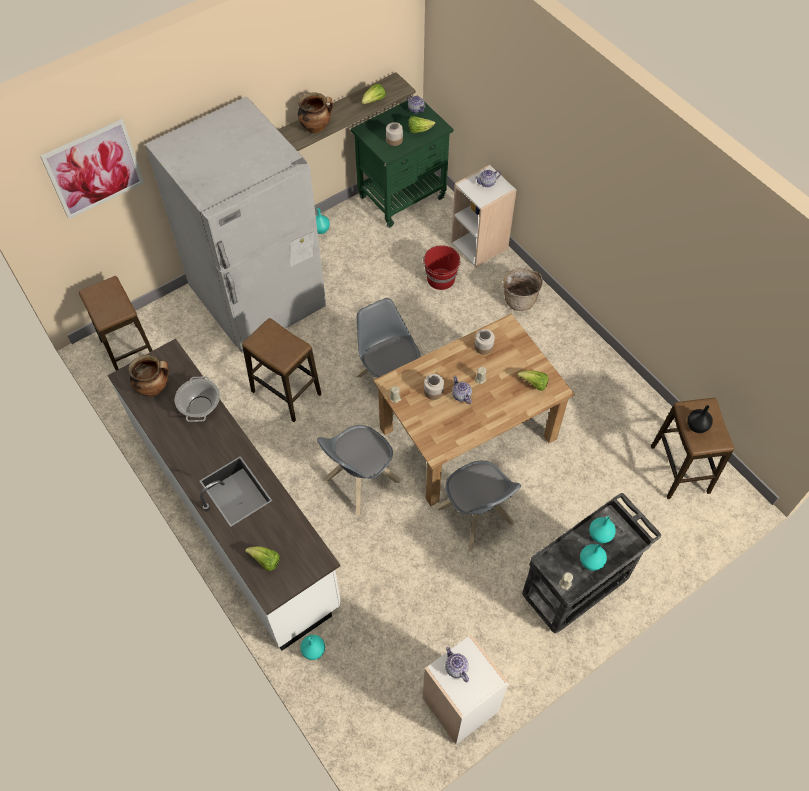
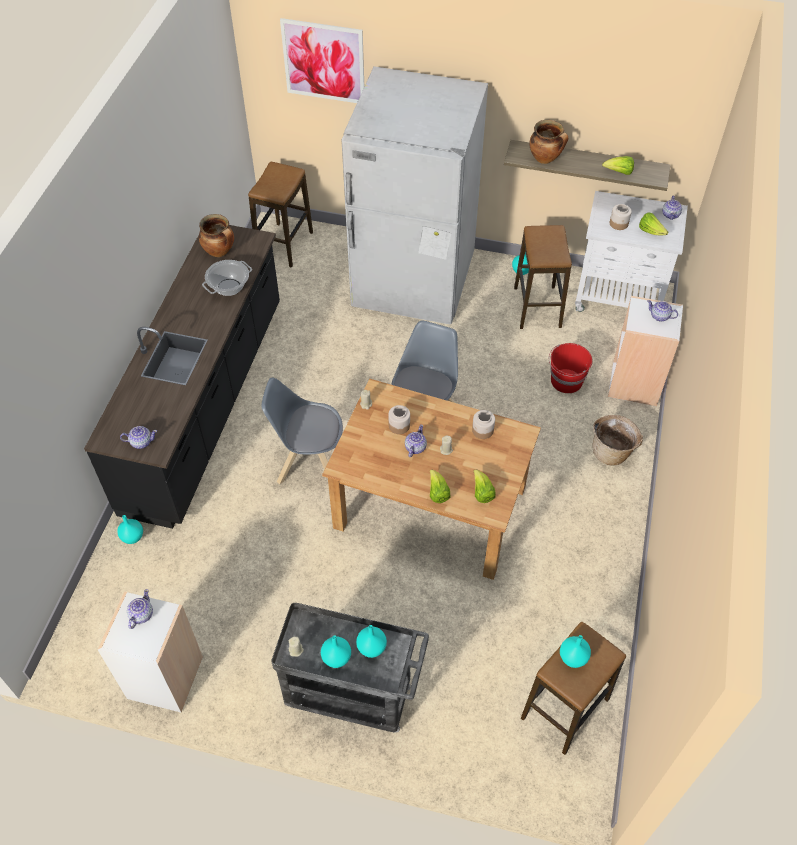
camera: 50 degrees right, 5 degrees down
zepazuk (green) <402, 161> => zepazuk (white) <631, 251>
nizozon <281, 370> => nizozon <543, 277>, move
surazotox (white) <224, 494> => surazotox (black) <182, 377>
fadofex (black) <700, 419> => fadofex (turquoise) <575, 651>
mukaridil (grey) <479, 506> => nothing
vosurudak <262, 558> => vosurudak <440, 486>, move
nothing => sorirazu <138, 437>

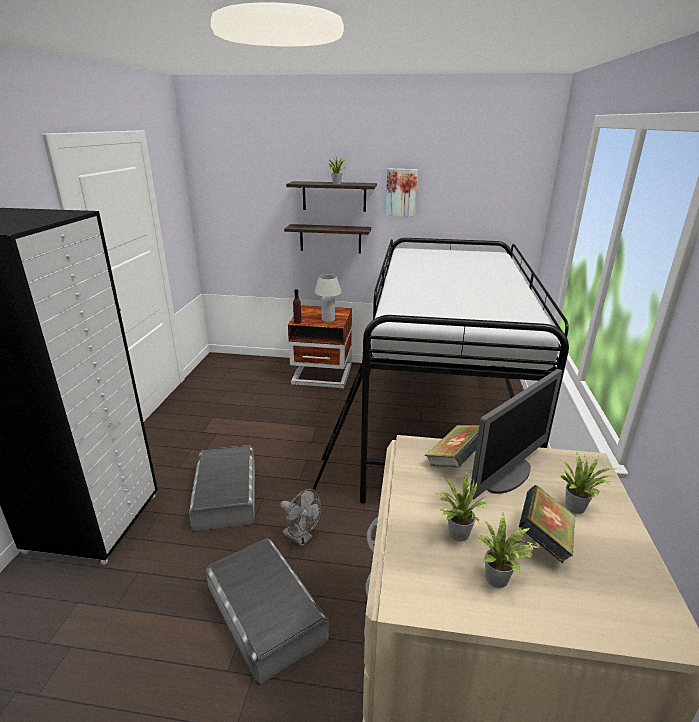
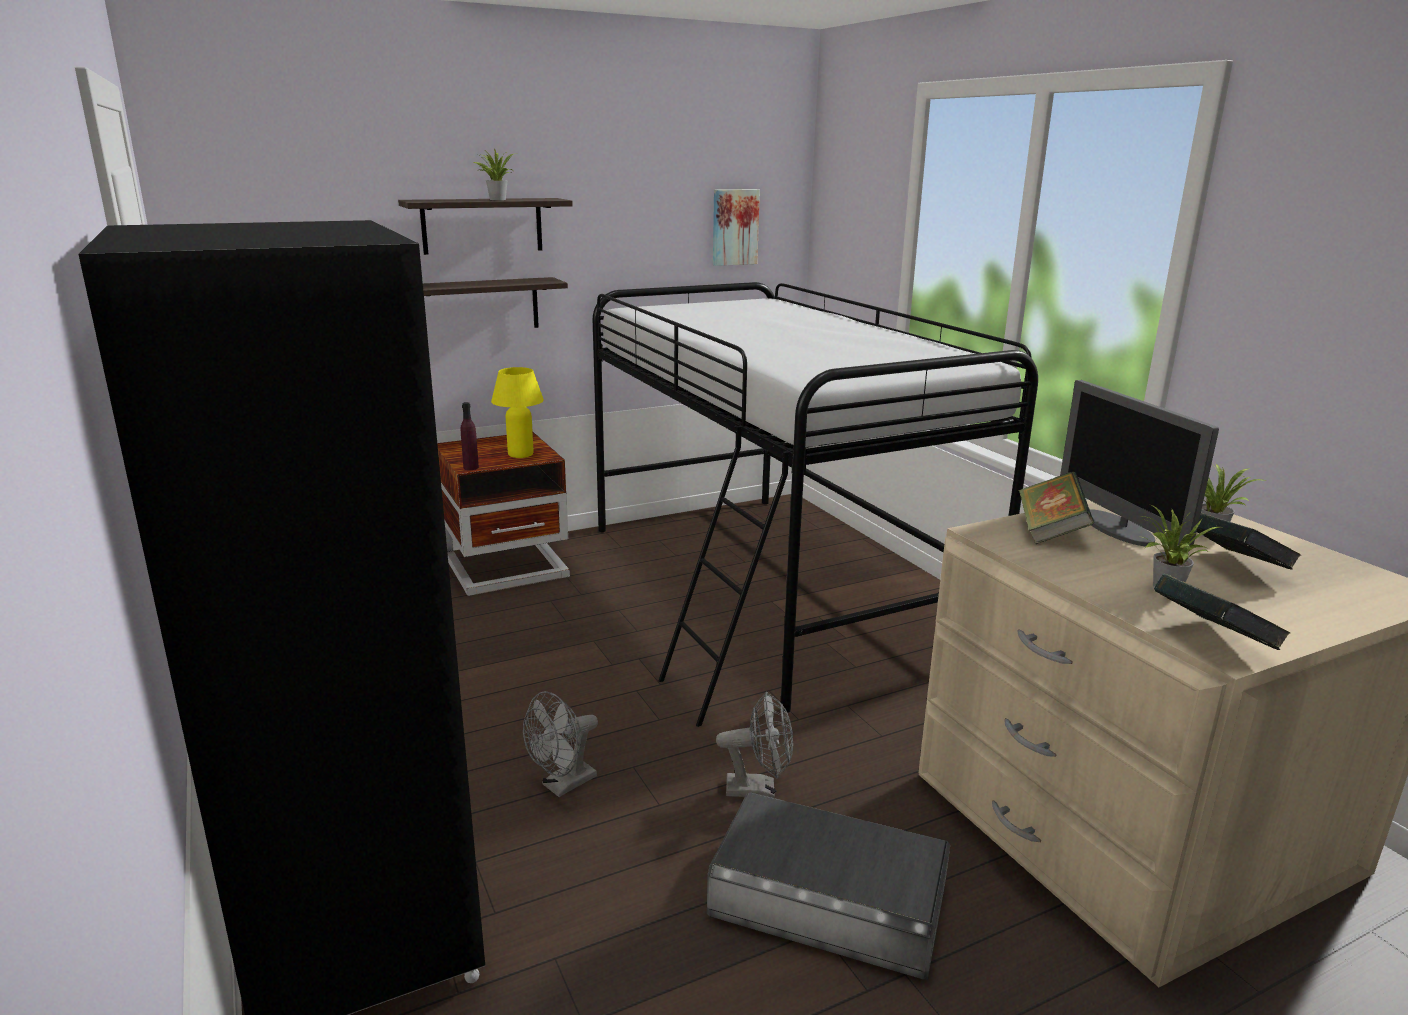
camera: 35 degrees left, 5 degrees down
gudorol <402, 192> => gudorol <736, 227>, move
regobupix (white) <328, 298> => regobupix (yellow) <517, 412>
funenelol <516, 434> => funenelol <1139, 463>, 150 degrees clockwise
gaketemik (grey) <222, 488> => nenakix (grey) <560, 744>
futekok <508, 550> => nothing
nothing => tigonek <1222, 612>

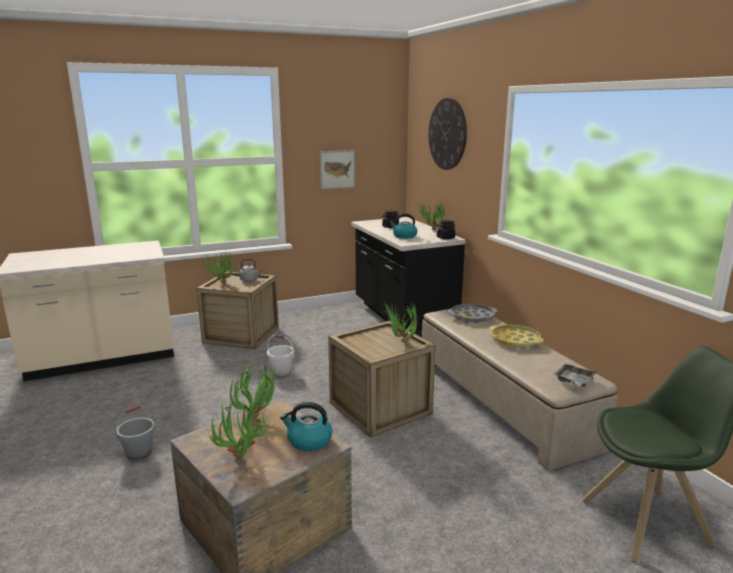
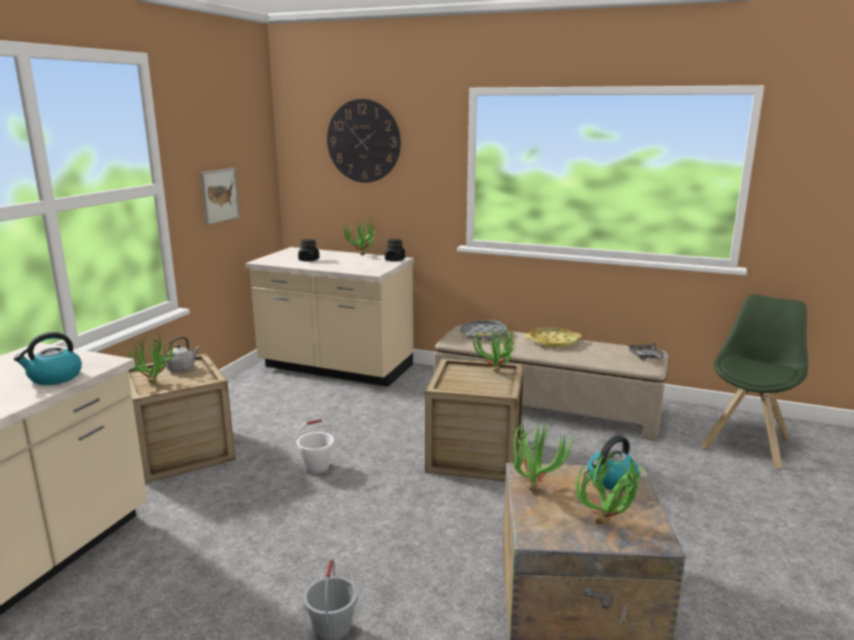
camera: 45 degrees left, 0 degrees up
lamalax <403, 226> => lamalax <48, 358>, move
surazotox (black) <408, 277> => surazotox (beige) <329, 317>

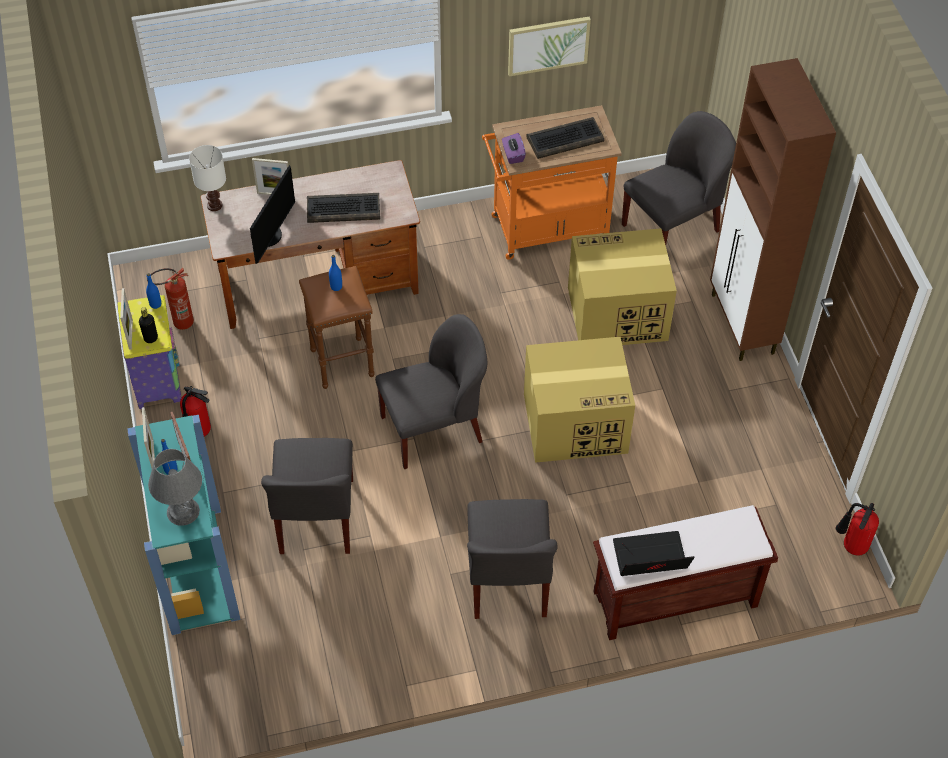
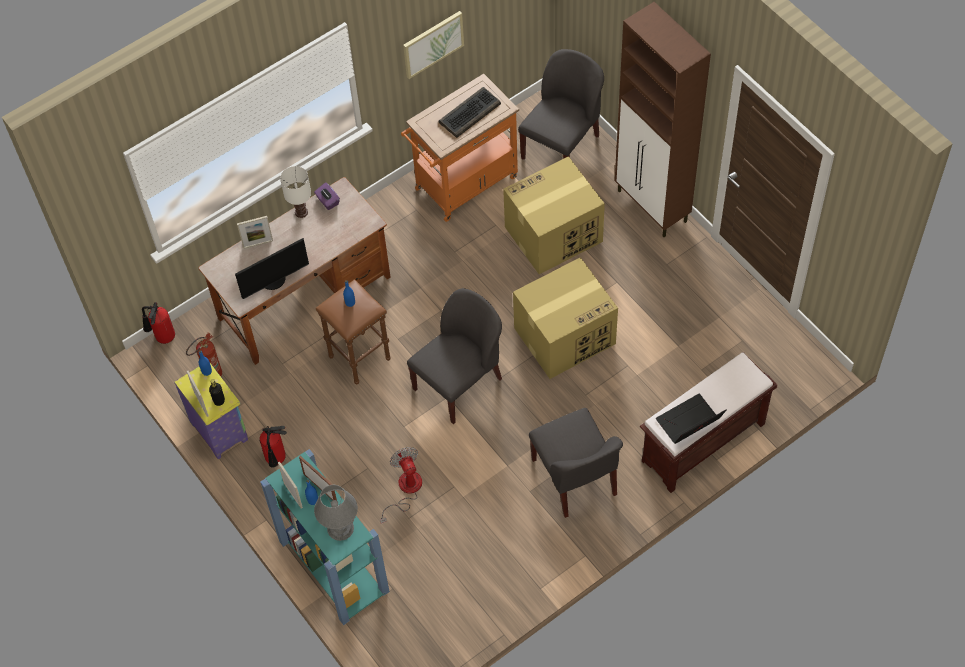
camera: 20 degrees left, 5 degrees up
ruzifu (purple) <514, 148> => ruzifu (purple) <327, 196>, move
regobupix (white) <207, 178> => regobupix (white) <295, 192>, move
funenelol <272, 214> => funenelol <272, 268>, 60 degrees clockwise
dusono <343, 208> => nothing
mukaridil (grey) <307, 496> => nenakix <401, 485>
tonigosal <857, 529> => tonigosal <158, 323>, move

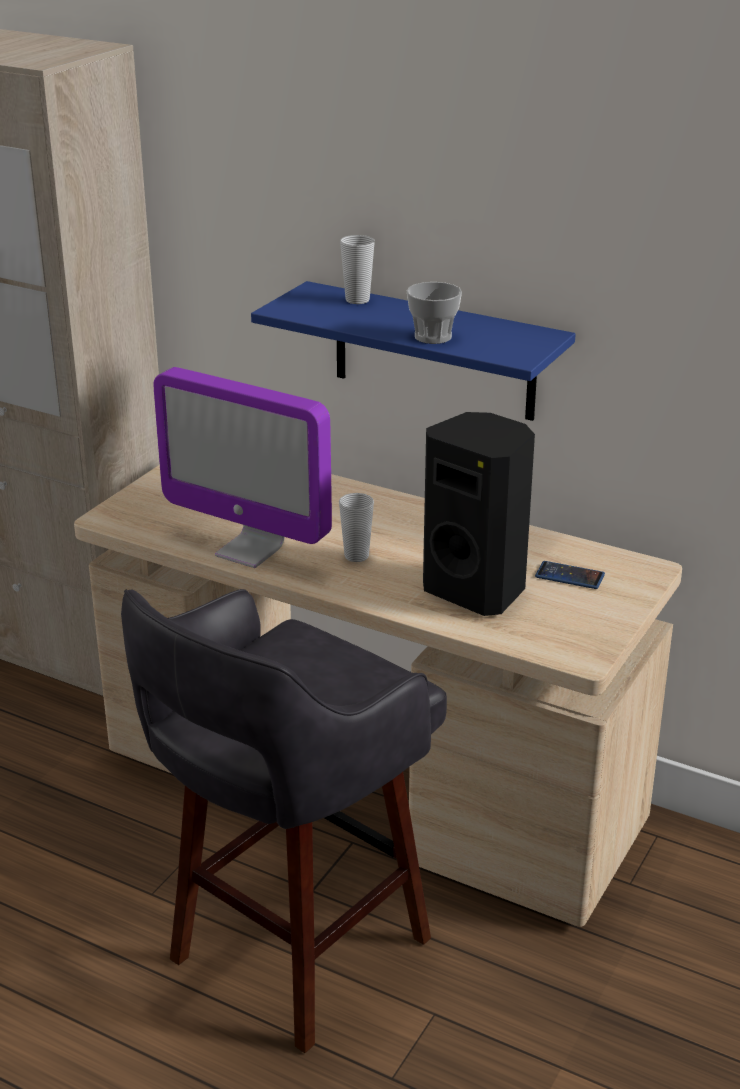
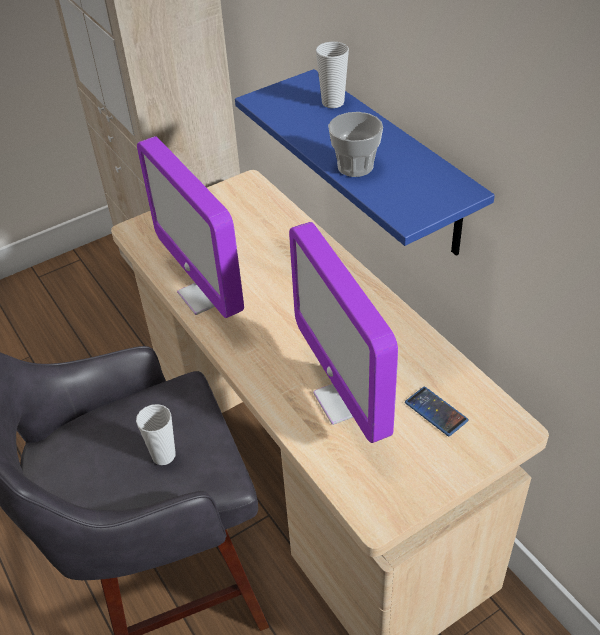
camera: 30 degrees right, 15 degrees up
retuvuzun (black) <479, 514> => funenelol <343, 332>
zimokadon <356, 527> => zimokadon <156, 434>, move

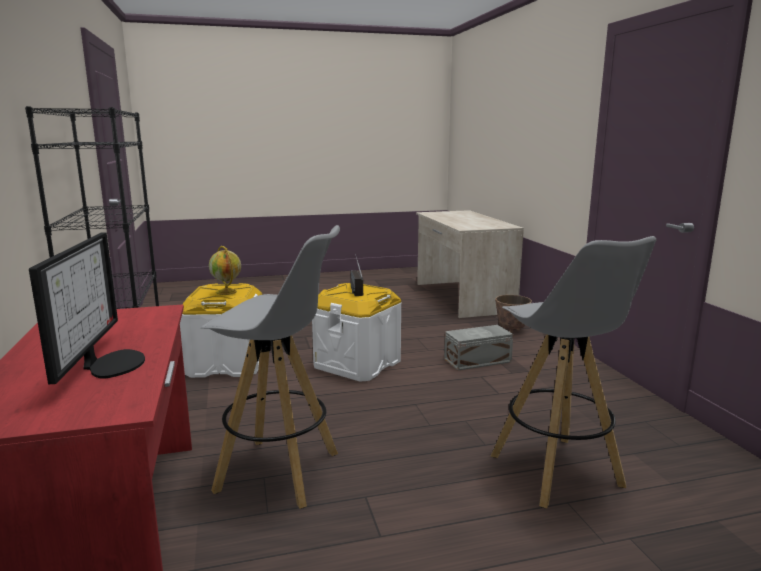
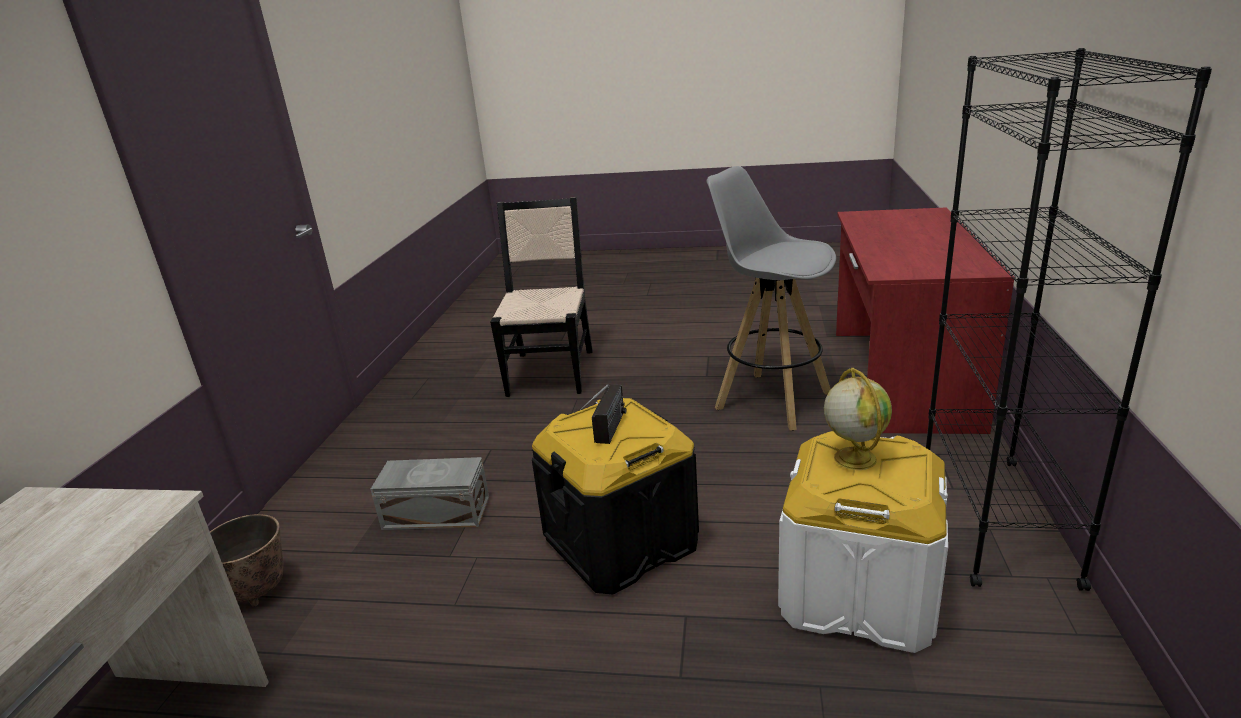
camera: 155 degrees left, 10 degrees up
funenelol <87, 308> => nothing
nizozon (grey) <573, 372> => mukaridil <541, 297>
gaketemik (white) <357, 332> => gaketemik (black) <615, 496>

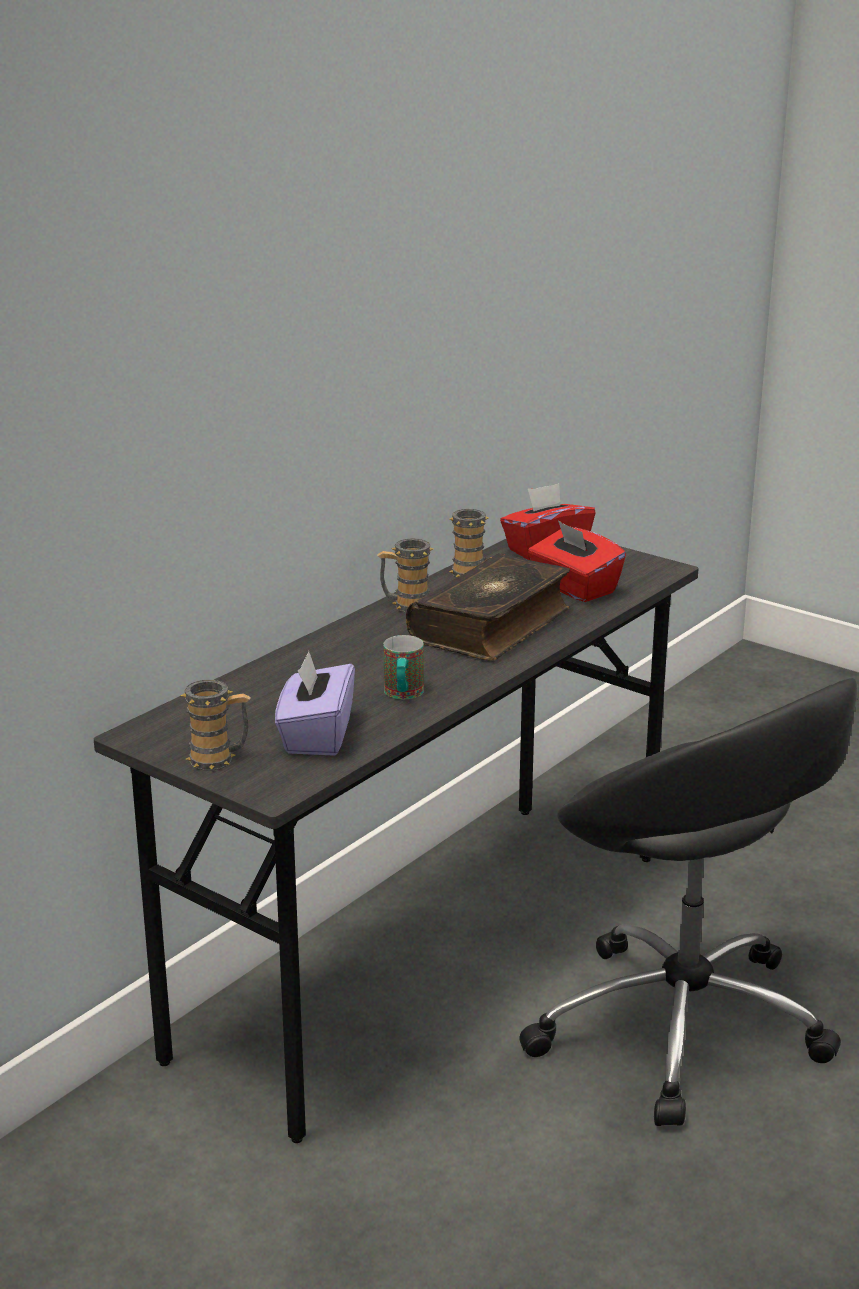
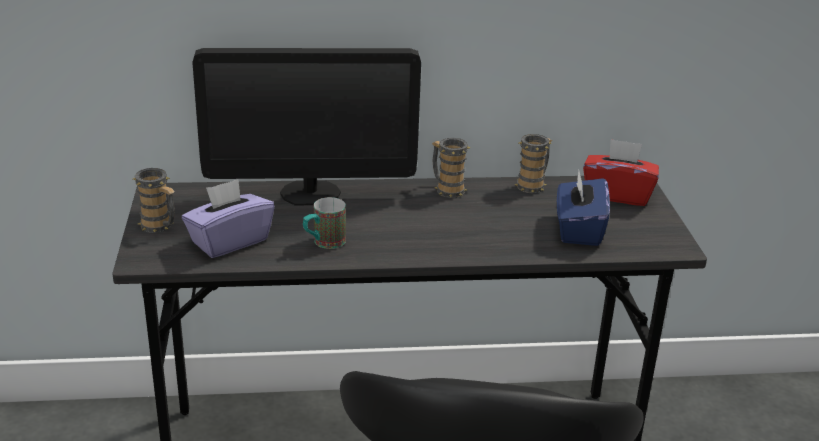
camera: 45 degrees right, 5 degrees up
ruzifu (red) <577, 561> => ruzifu (blue) <583, 208>
tigonek <488, 607> => nothing
nothing => funenelol <306, 126>

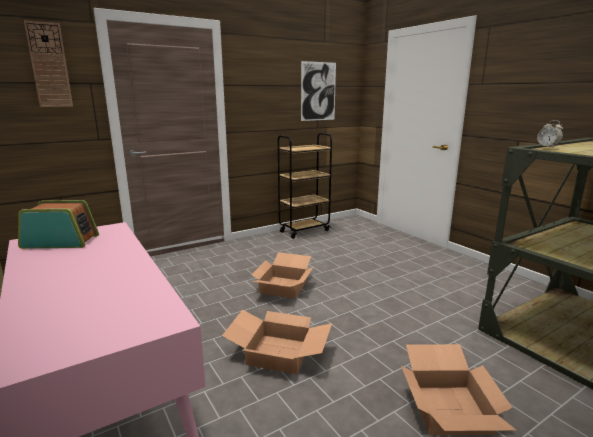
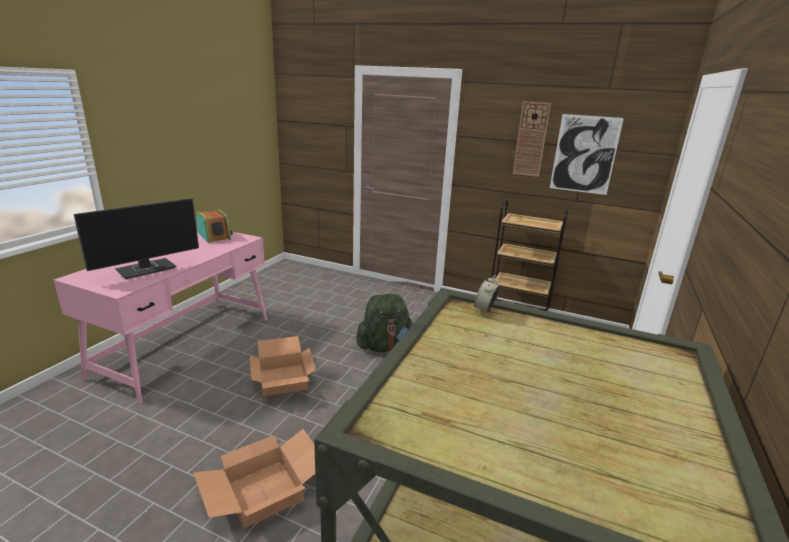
camera: 55 degrees right, 5 degrees up
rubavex <48, 64> => rubavex <532, 139>, move
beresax <282, 275> => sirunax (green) <384, 323>
nothing => funenelol <136, 238>

